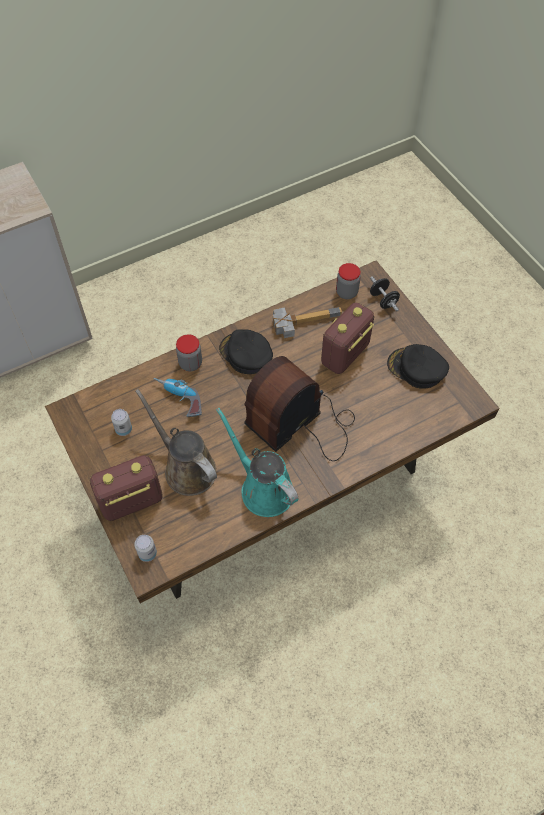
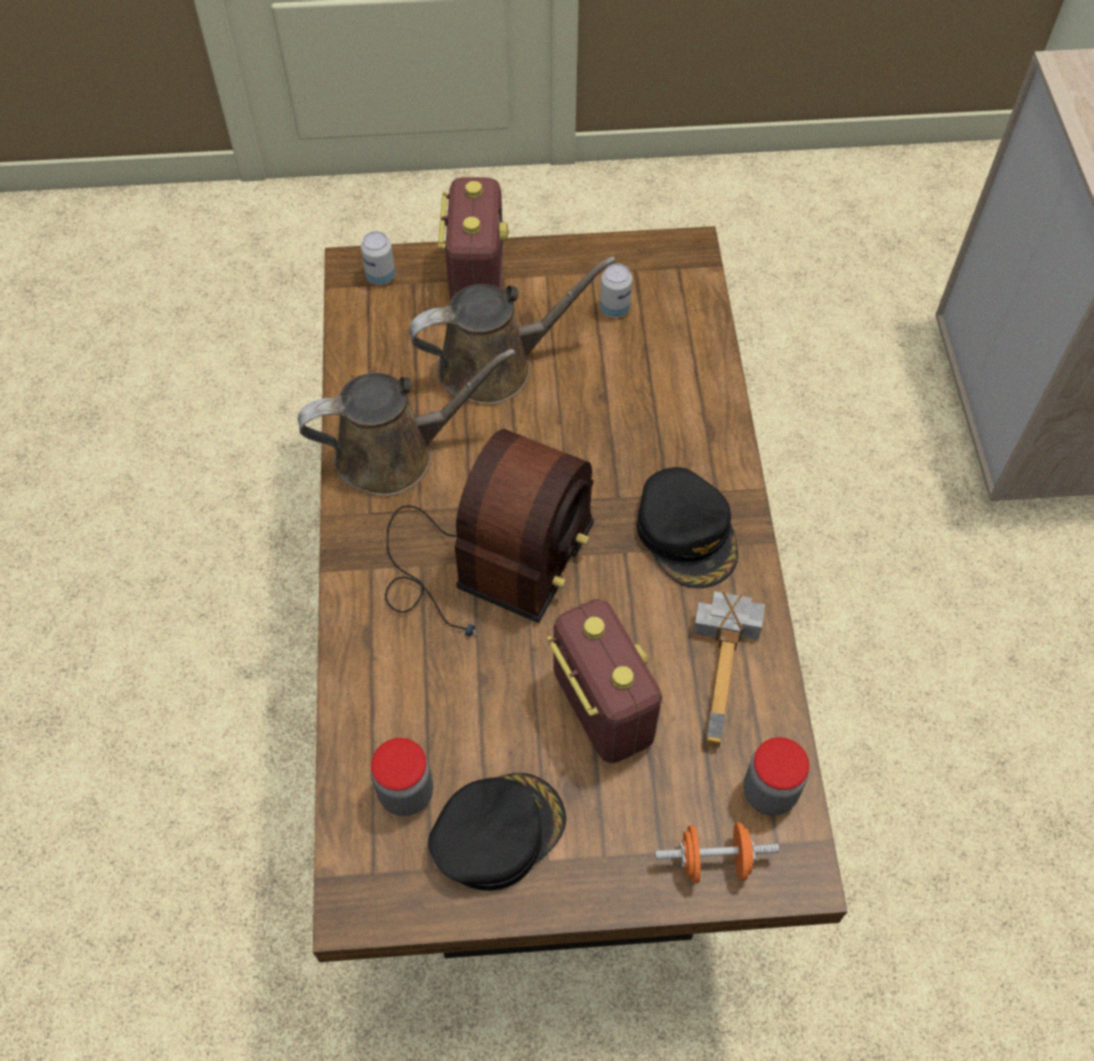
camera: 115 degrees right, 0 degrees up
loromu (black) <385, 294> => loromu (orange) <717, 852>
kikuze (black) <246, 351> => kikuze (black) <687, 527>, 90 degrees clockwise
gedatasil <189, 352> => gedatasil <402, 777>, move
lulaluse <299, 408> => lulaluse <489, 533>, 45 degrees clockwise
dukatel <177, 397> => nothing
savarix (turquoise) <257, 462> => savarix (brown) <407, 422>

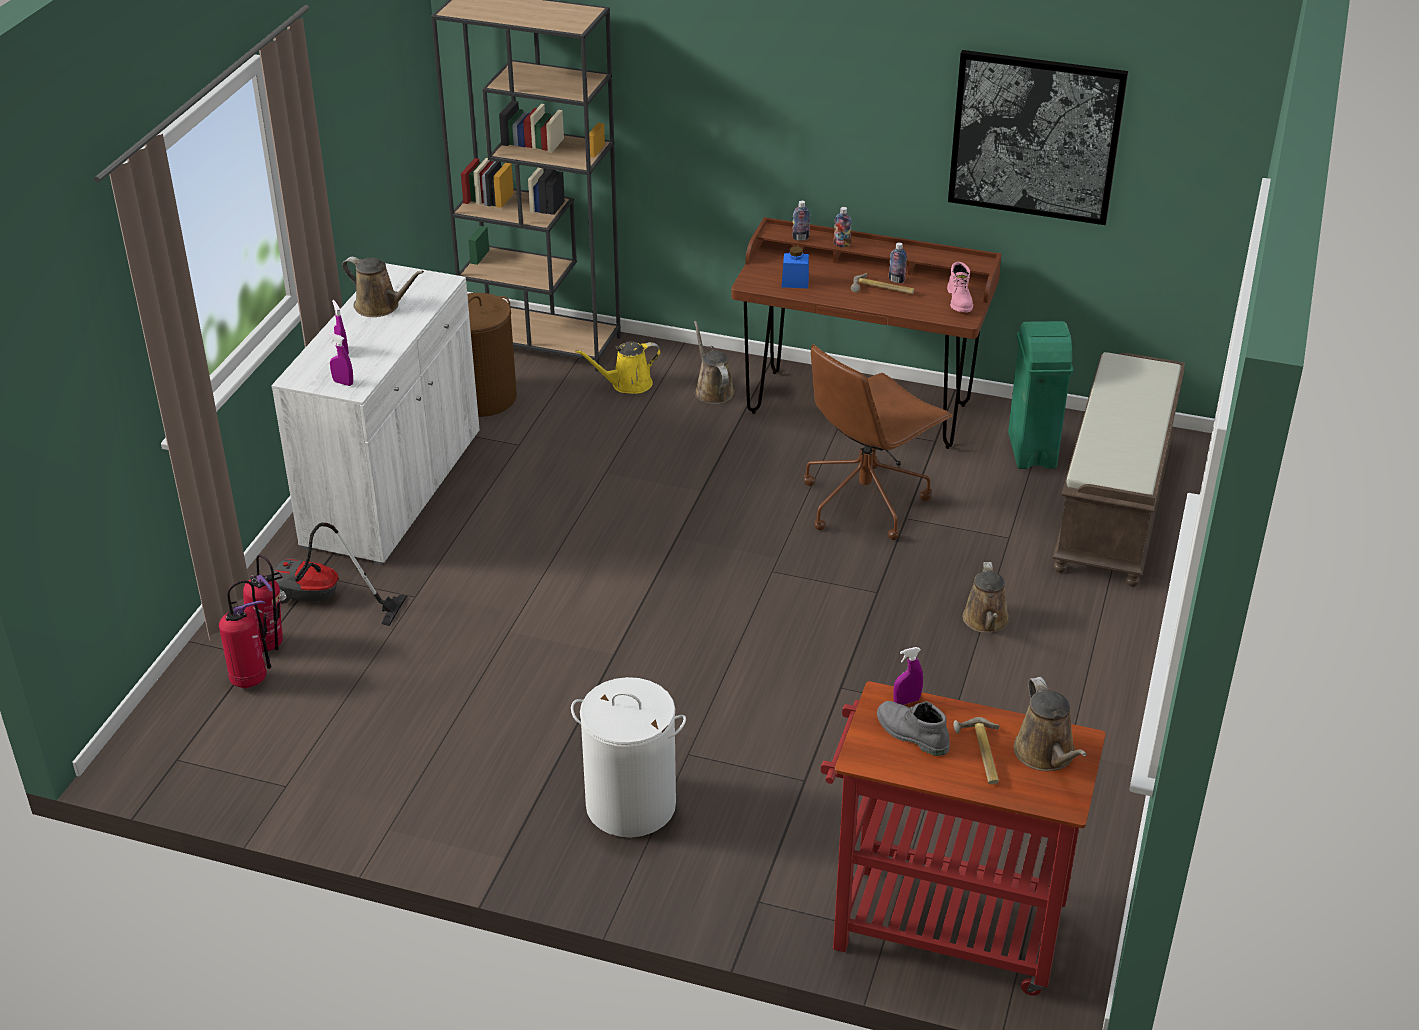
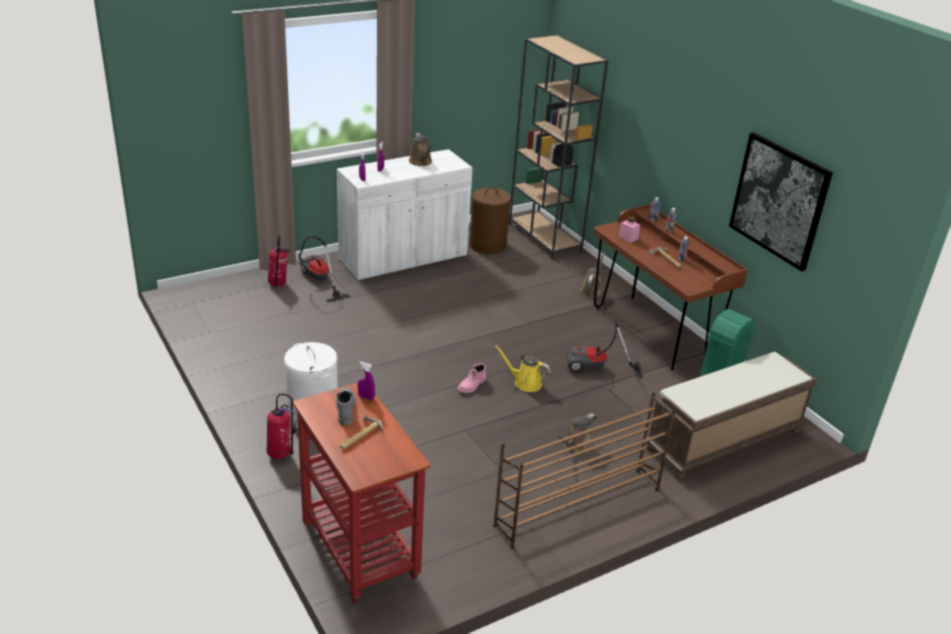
camera: 40 degrees right, 5 degrees down
gedatasil (blue) <795, 267> => gedatasil (pink) <629, 229>
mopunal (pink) <960, 287> => mopunal (pink) <472, 378>, move
savarix (yellow) <618, 367> => savarix (yellow) <522, 368>, move
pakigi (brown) <878, 442> => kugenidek <605, 349>
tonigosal <245, 634> => tonigosal <282, 426>, move
savarix (brown) <1050, 724> => nothing
nothing => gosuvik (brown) <584, 470>

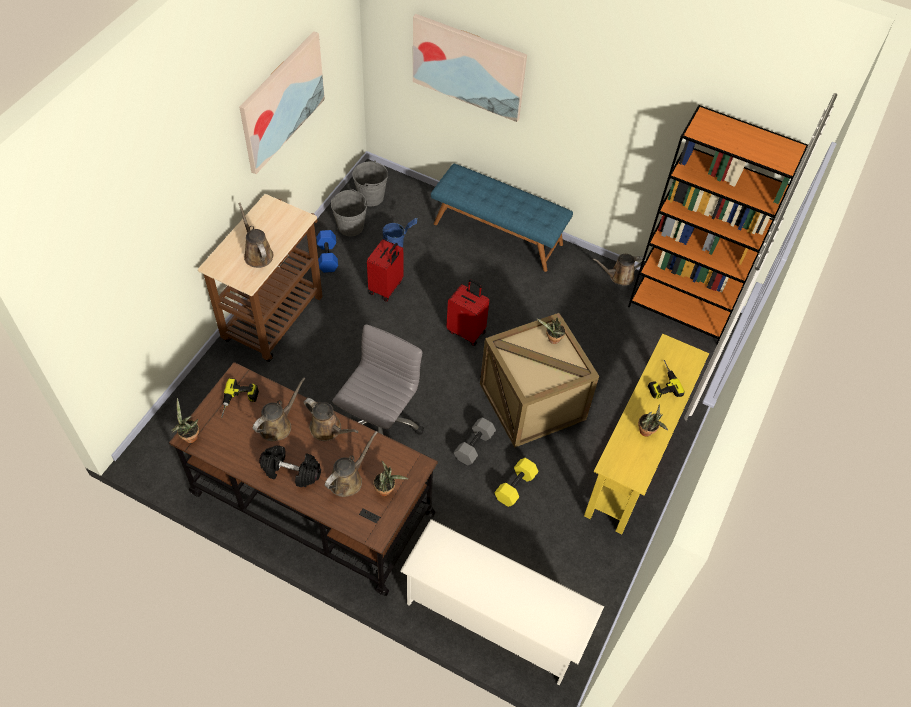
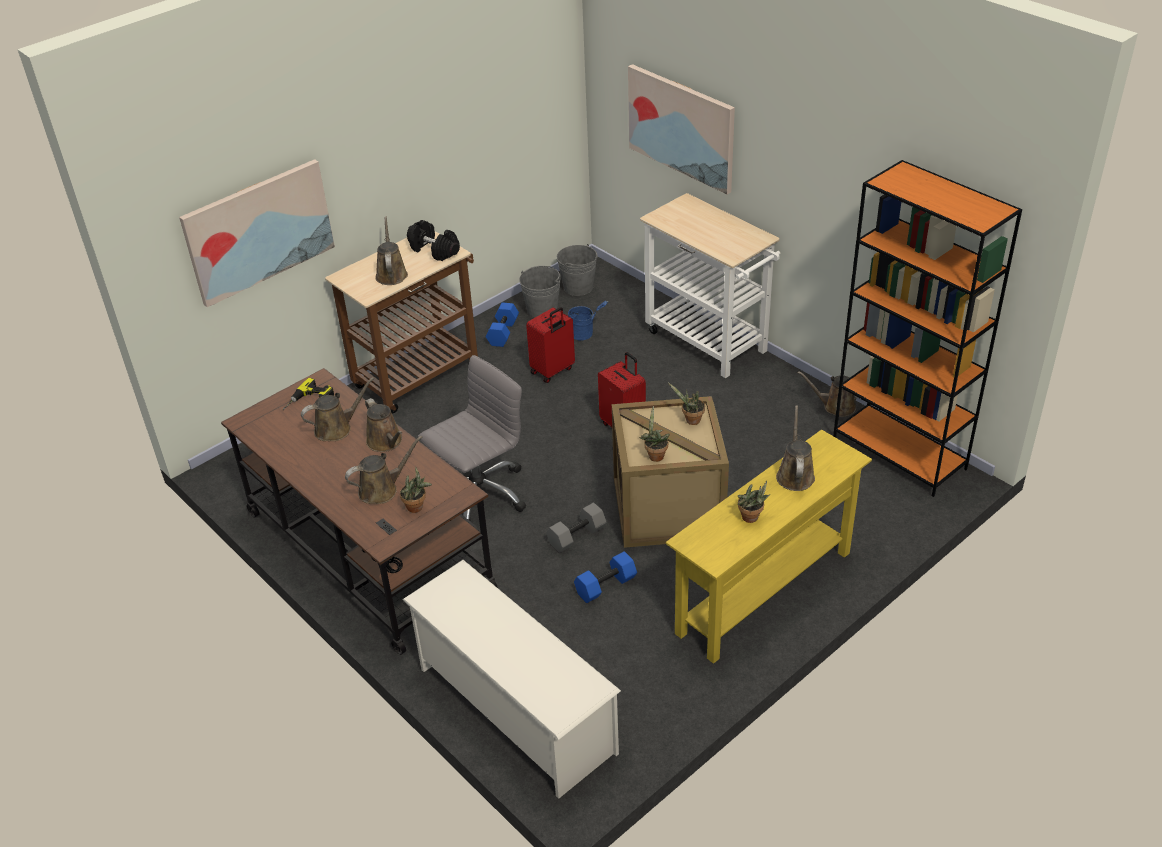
camera: 25 degrees right, 15 degrees down
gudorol <282, 102> => gudorol <257, 233>, move
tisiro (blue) <502, 217> => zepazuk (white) <710, 285>
dukatel <666, 379> => savarix (brown) <795, 448>
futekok <185, 420> => futekok <654, 434>, move
loromu (black) <290, 466> => loromu (black) <433, 240>, move
loromu (yellow) <516, 482> => loromu (blue) <605, 577>

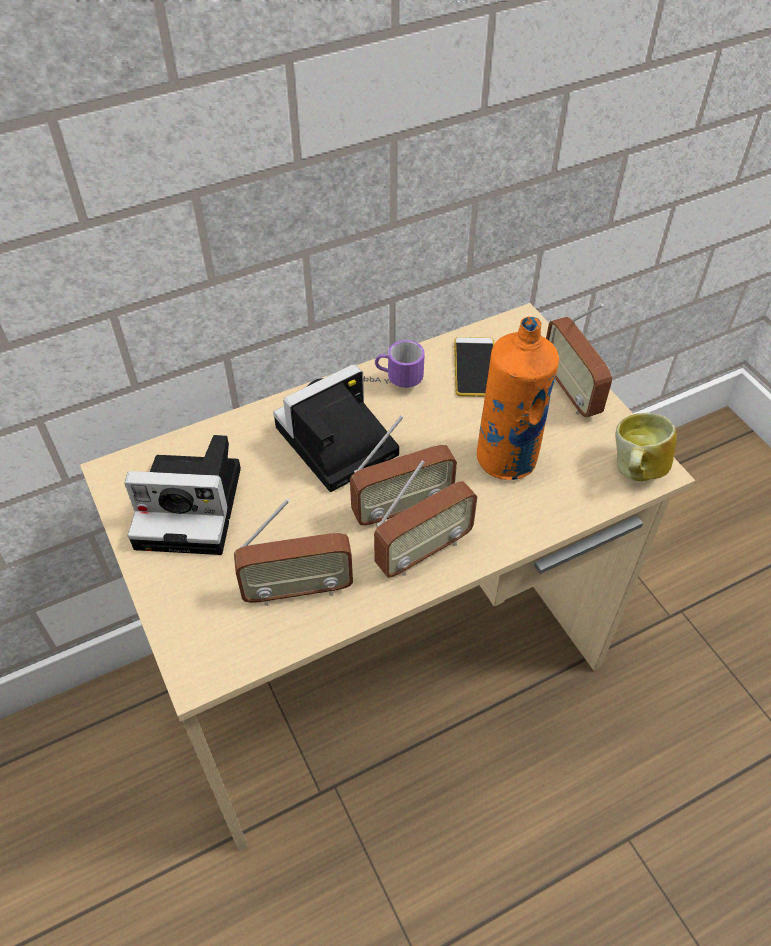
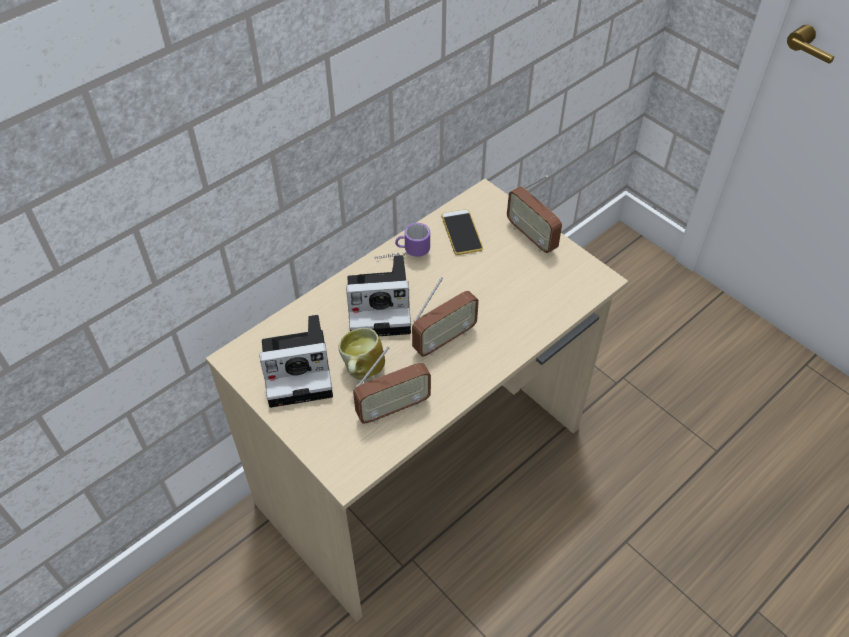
camera: 15 degrees left, 0 degrees up
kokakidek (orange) <518, 398> => nothing
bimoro <336, 428> => bimoro <378, 295>, 135 degrees counterclockwise
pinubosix <645, 447> => pinubosix <362, 354>, move
lulaluse <425, 519> => nothing

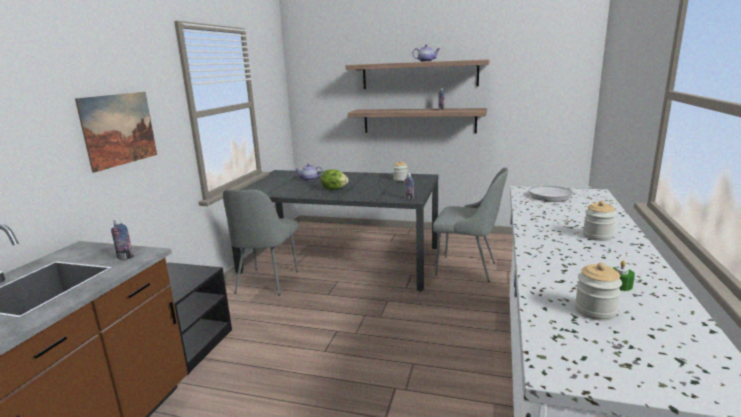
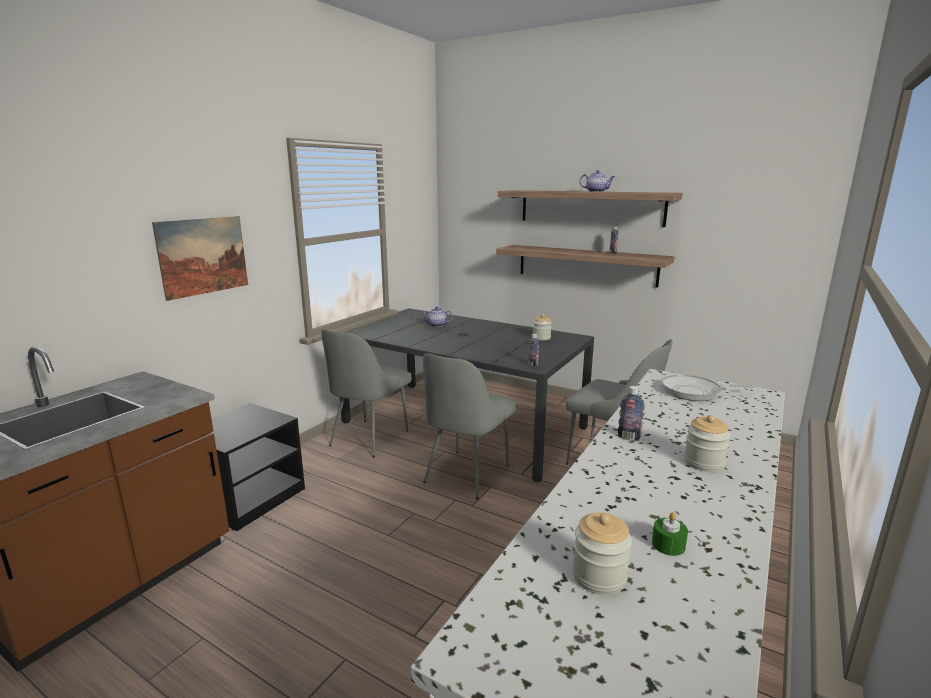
camera: 15 degrees right, 0 degrees up
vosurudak <334, 179> => nothing
kokakidek <122, 239> => kokakidek <631, 413>, move
nothing => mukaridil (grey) <470, 426>

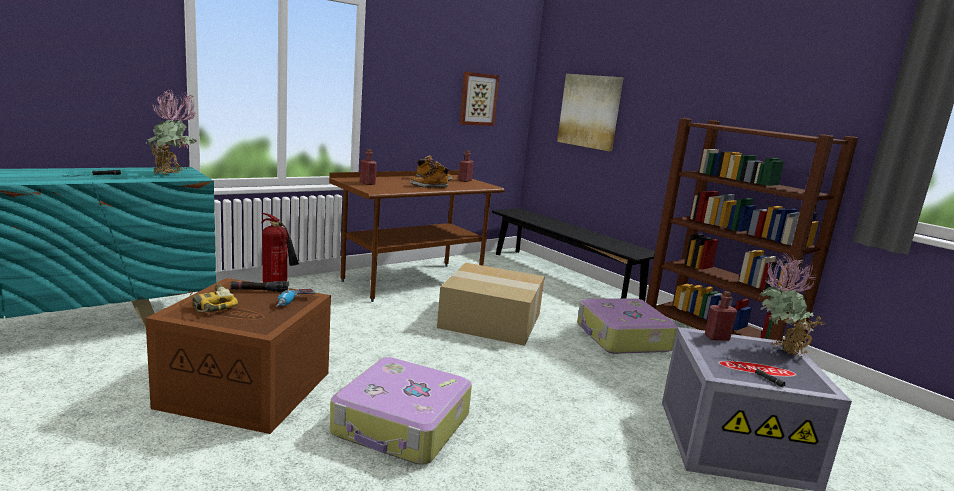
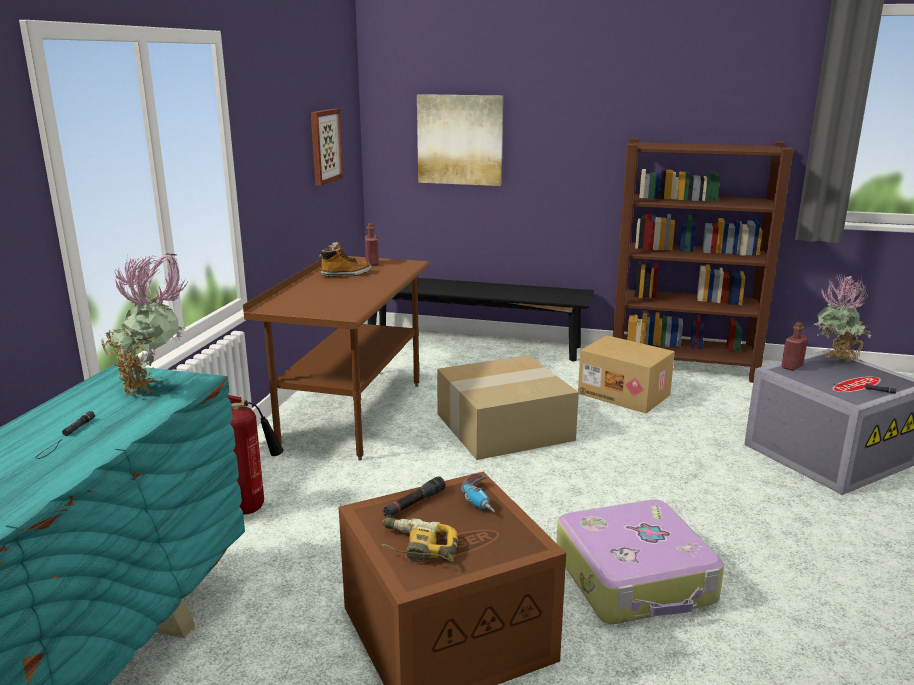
camera: 35 degrees left, 5 degrees up
kokakidek (red) <368, 167> => nothing
mopunal <429, 174> => nothing
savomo <627, 326> => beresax <626, 374>

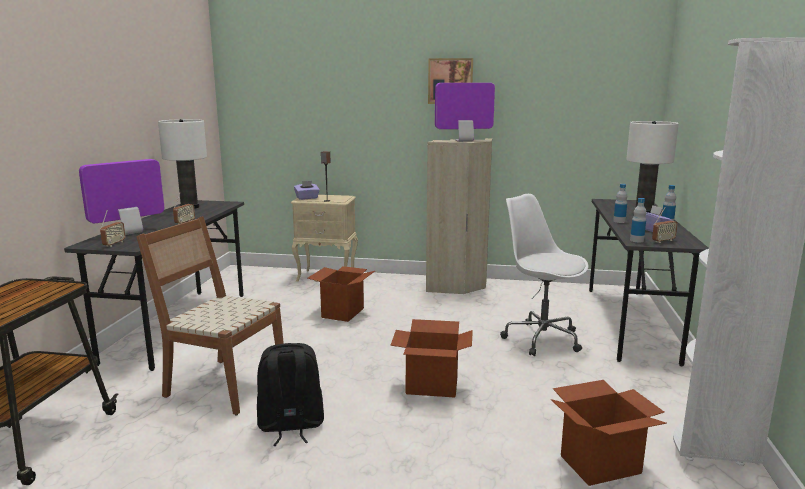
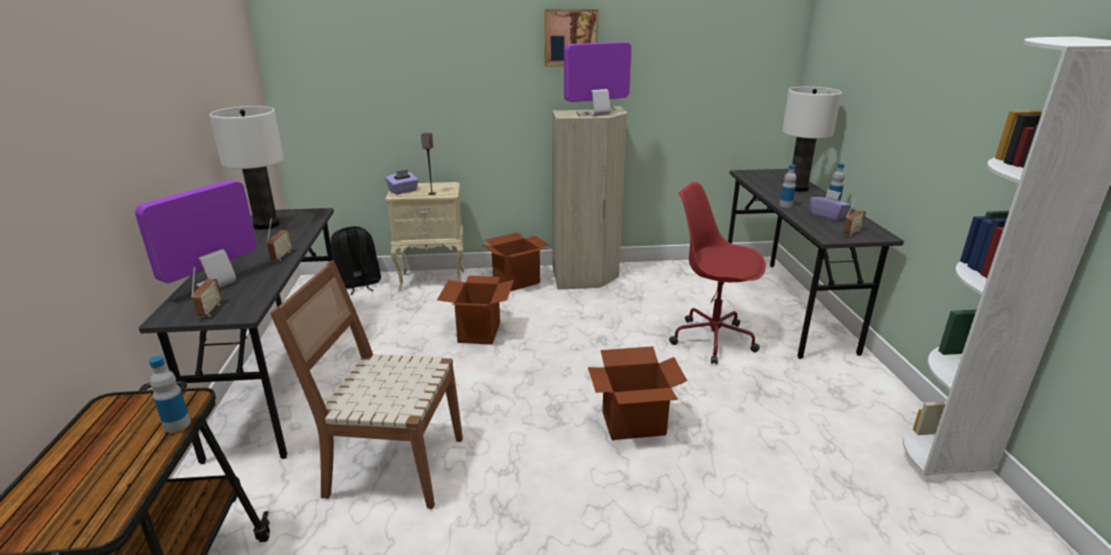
camera: 15 degrees left, 10 degrees up
pakigi (white) <544, 275> => pakigi (red) <717, 273>
kokakidek <638, 220> => kokakidek <170, 394>, move
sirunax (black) <290, 394> => sirunax (black) <356, 260>, move
beresax <609, 433> => beresax <515, 261>, move

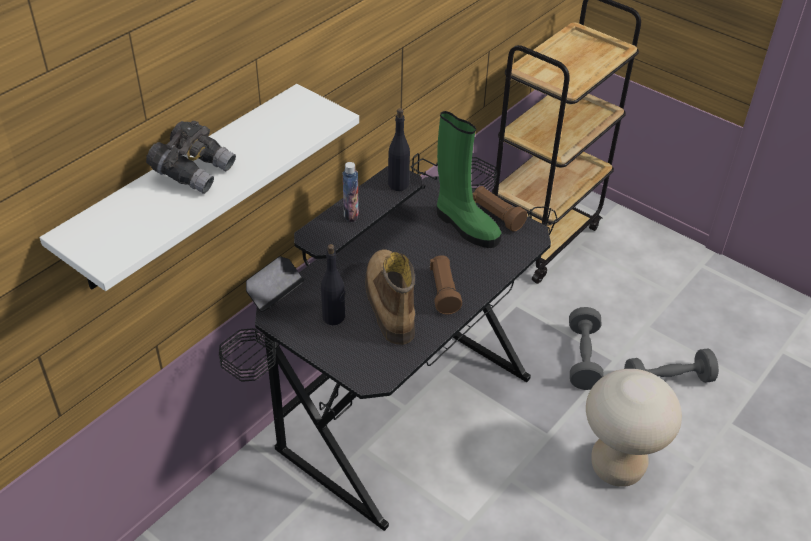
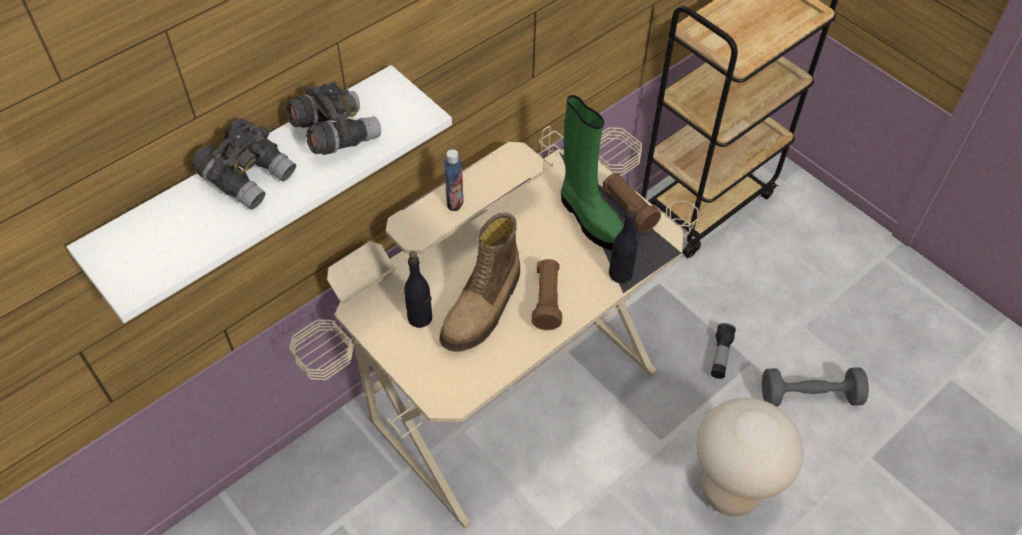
camera: 10 degrees right, 10 degrees up
kokakidek (black) <399, 149> => kokakidek (black) <623, 244>, move
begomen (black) <388, 342> => begomen (beige) <494, 327>
mopunal <390, 297> => mopunal <479, 282>, 150 degrees counterclockwise
loromu (grey) <586, 348> => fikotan <723, 351>
nothing => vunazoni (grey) <333, 118>

